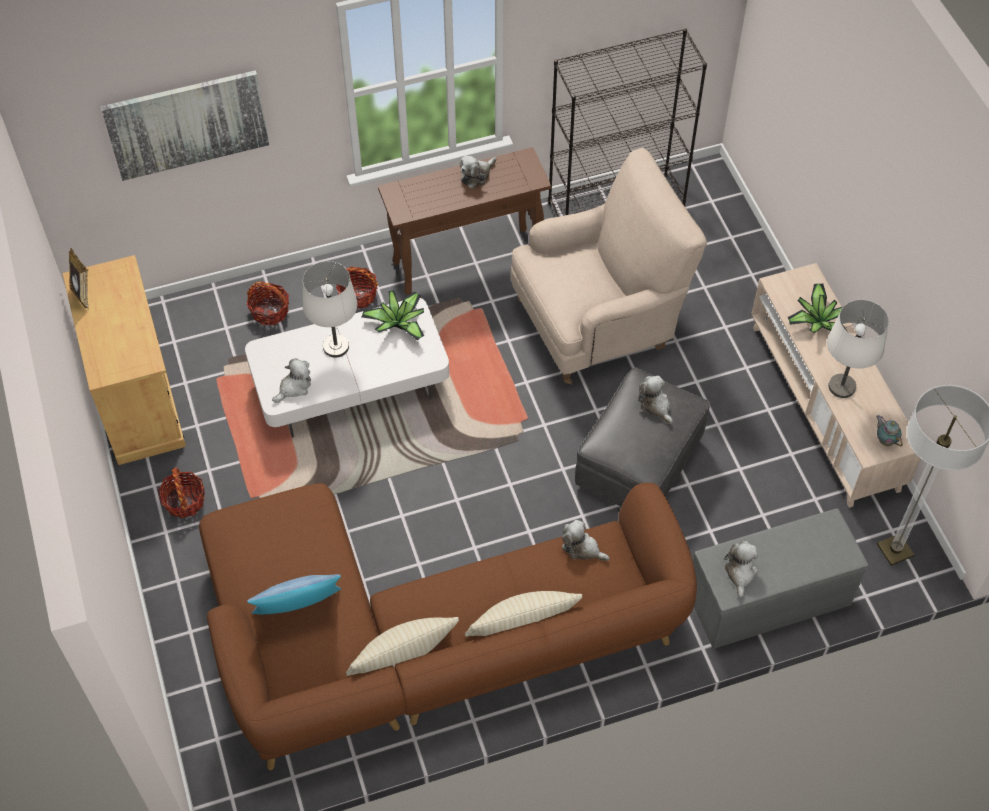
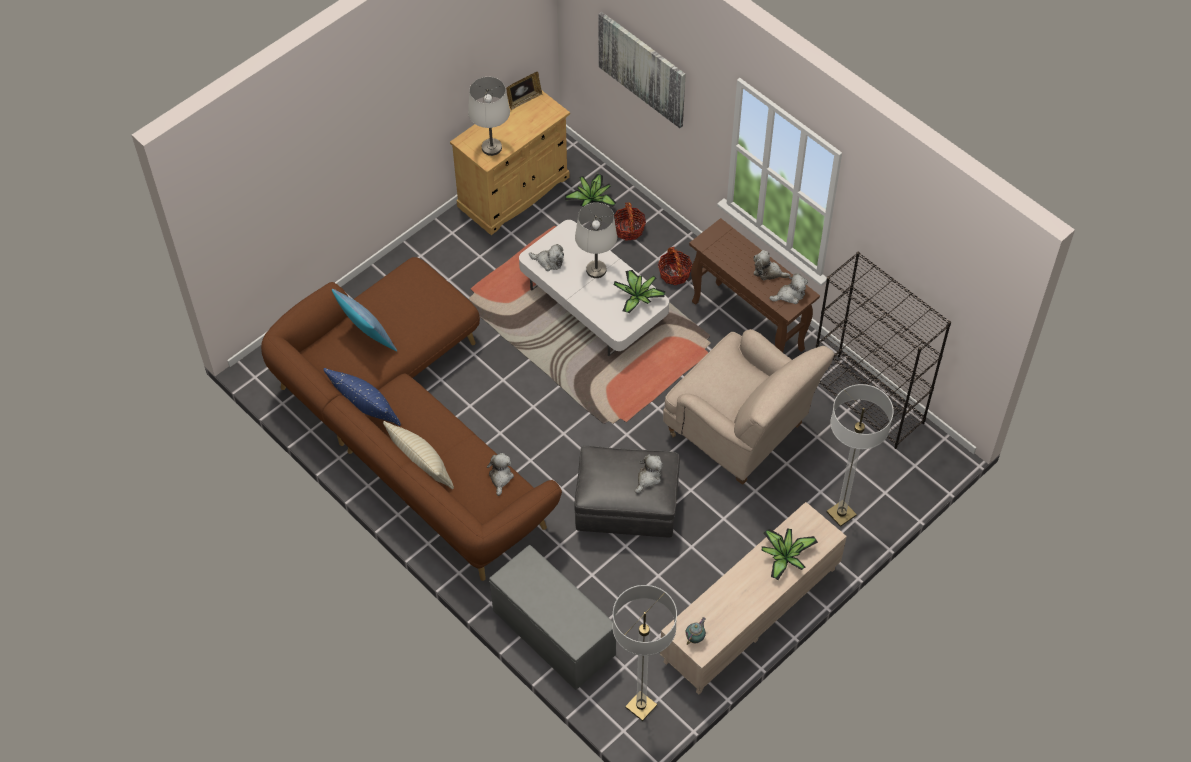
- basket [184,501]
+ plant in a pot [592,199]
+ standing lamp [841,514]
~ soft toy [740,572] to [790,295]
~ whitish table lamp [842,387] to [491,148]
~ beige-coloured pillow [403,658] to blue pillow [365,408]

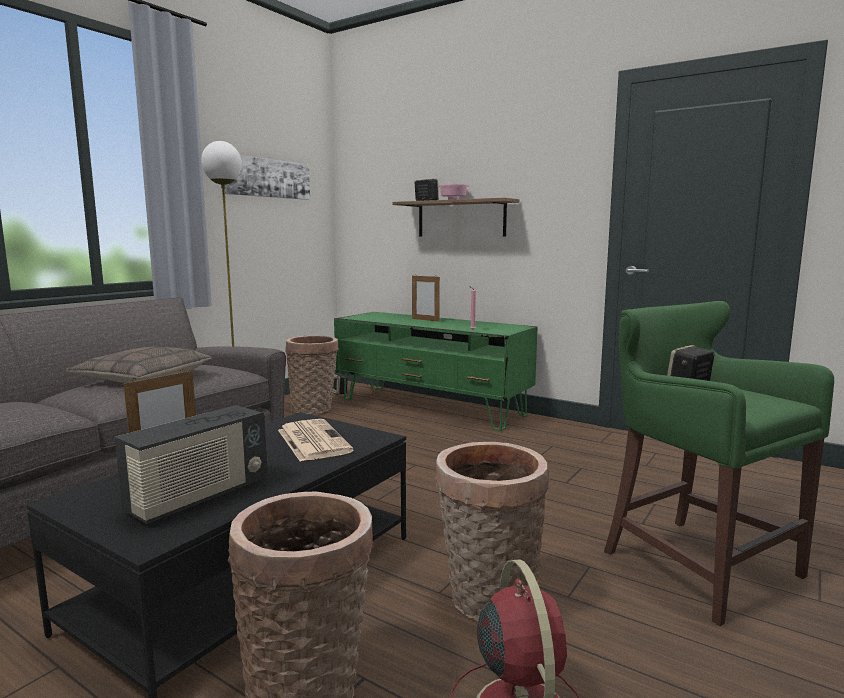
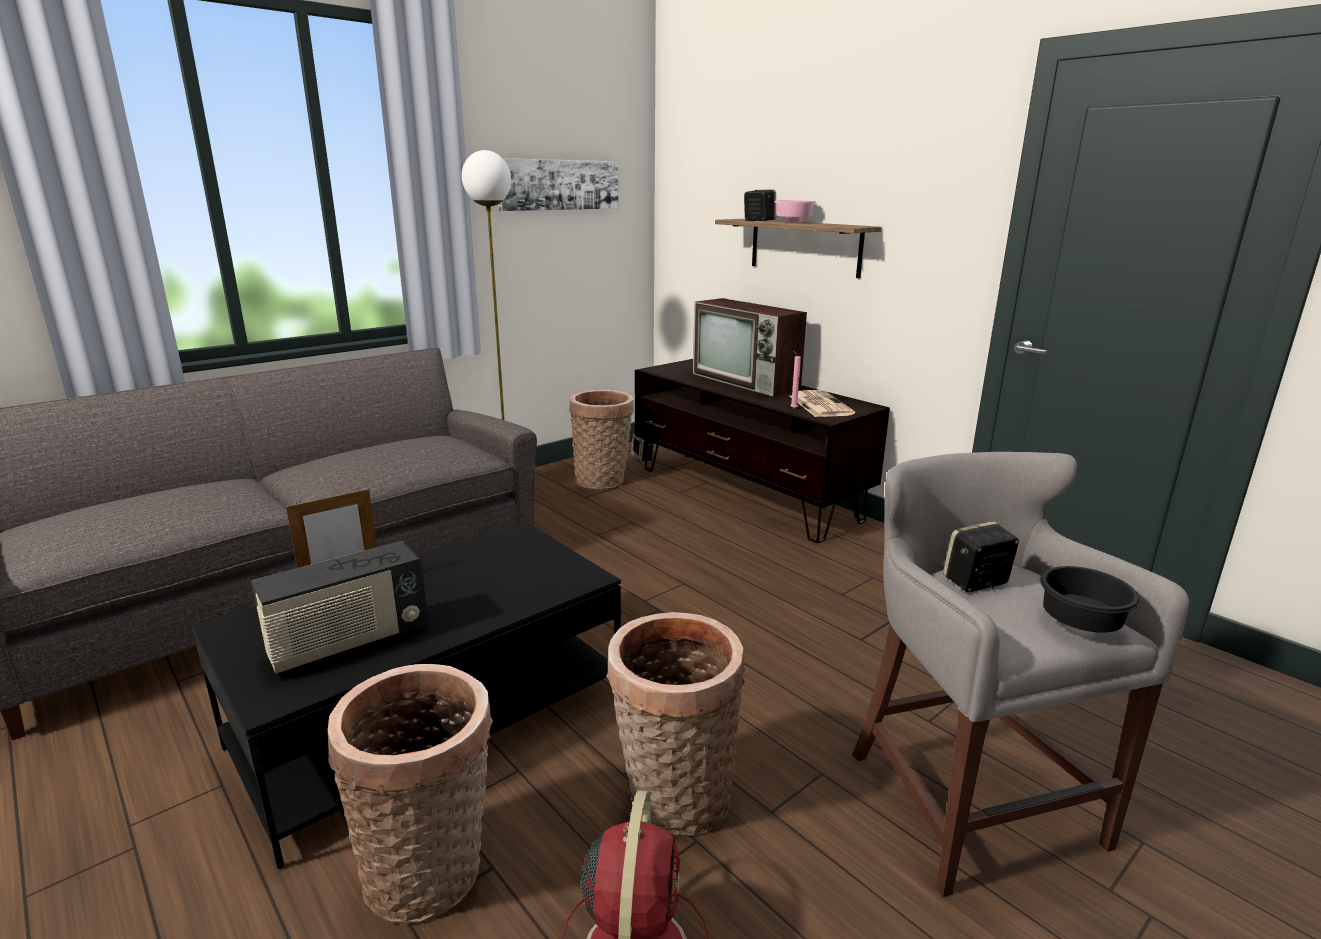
- pillow [143,377]
+ black-coloured bowl [1081,625]
~ newspaper [312,440] to [819,405]
~ photo frame [425,320] to TV set [747,382]
~ green-coloured tv unit [431,407] to brown-coloured tv unit [746,494]
~ green-coloured stool [694,562] to greyish stool [964,794]

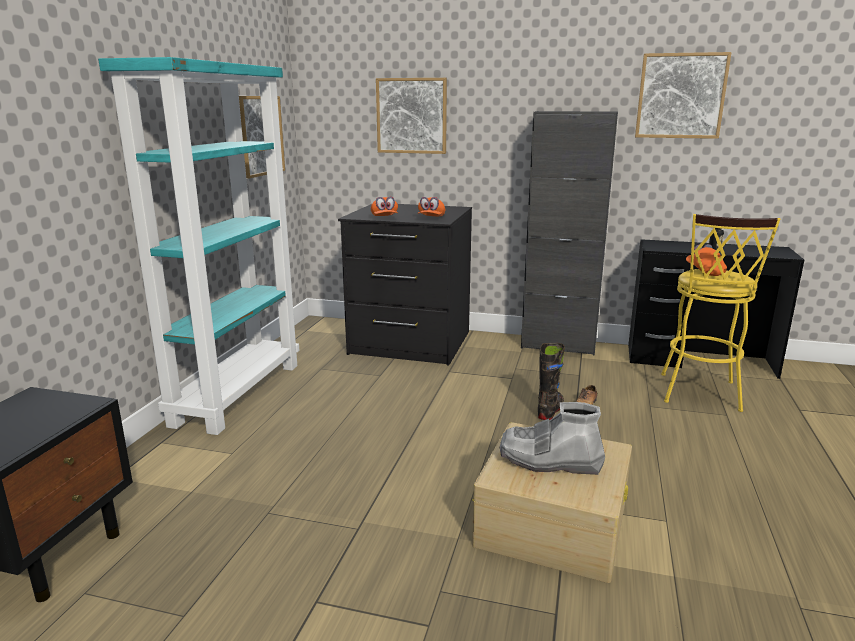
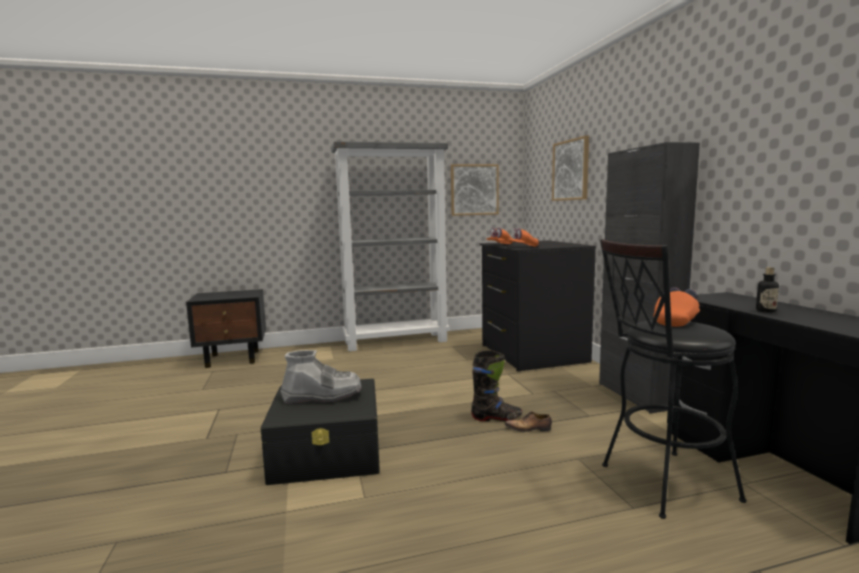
- wall picture [681,96]
~ blue-green bookcase [238,393] to greyish bookcase [396,341]
~ beige-coloured storage box [553,522] to black-coloured storage box [328,451]
~ yellowish stool [699,395] to black-coloured stool [659,483]
~ greyish tall boot [549,461] = [323,396] 105 degrees clockwise

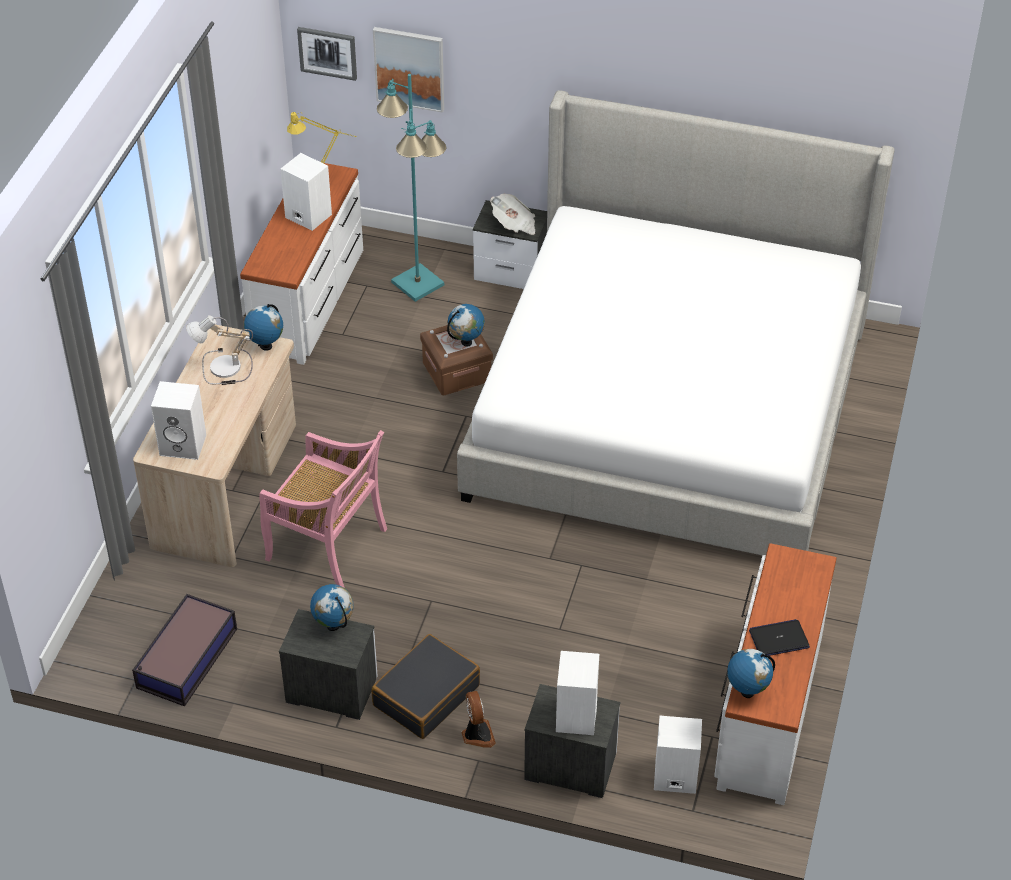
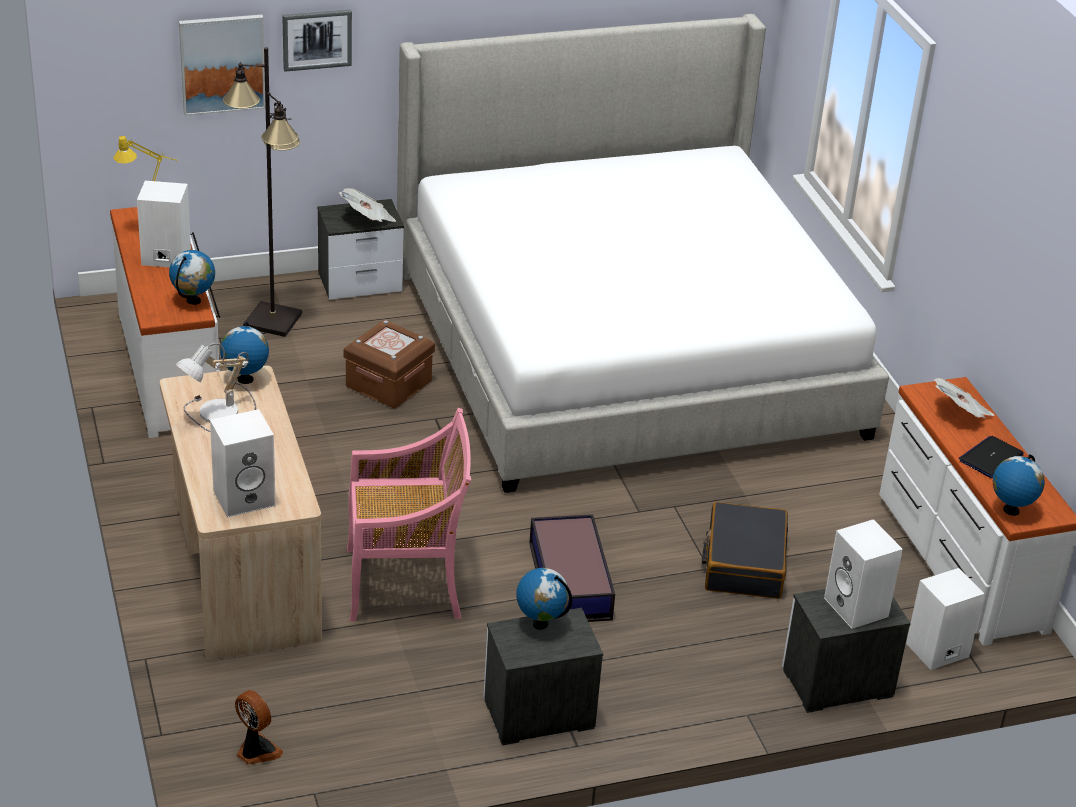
+ newspaper [961,413]
~ storage box [186,659] to [569,582]
~ wall picture [327,52] to [317,39]
~ black-coloured suitcase [426,695] to [743,563]
~ desk globe [466,342] to [193,301]
~ fan [477,735] to [256,751]
~ blue-green standing lamp [418,283] to black-coloured standing lamp [272,320]

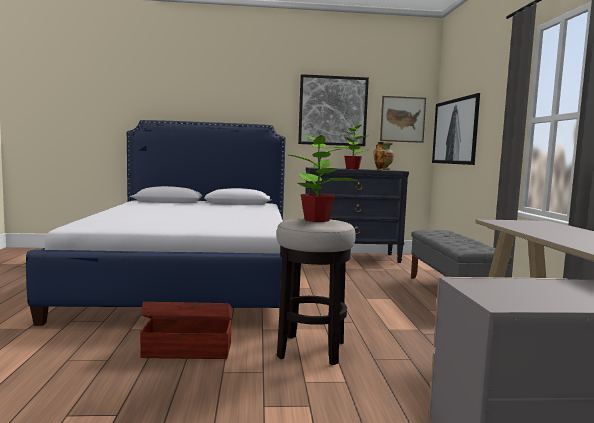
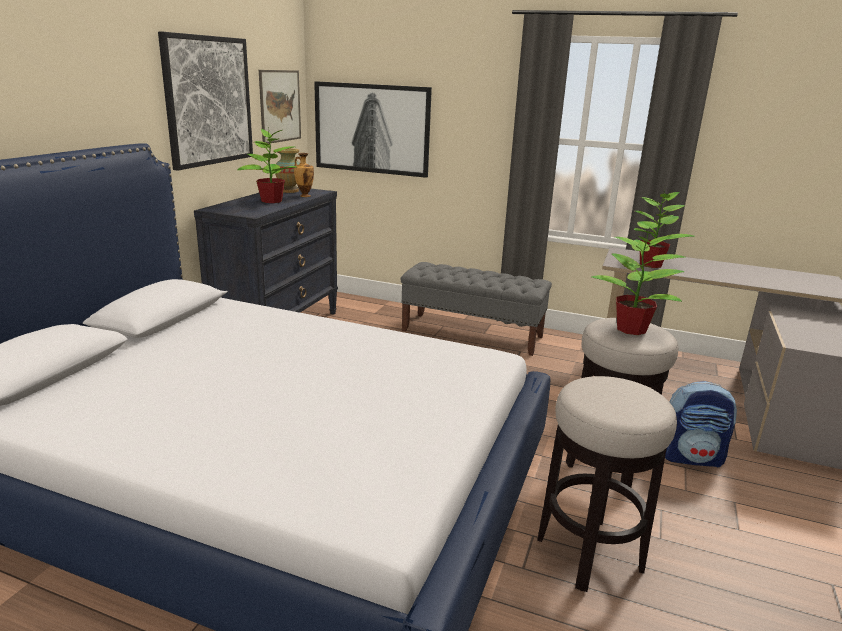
+ plant in a pot [651,264]
+ knapsack [691,457]
~ brown-coloured storage box [187,350] to stool [590,554]

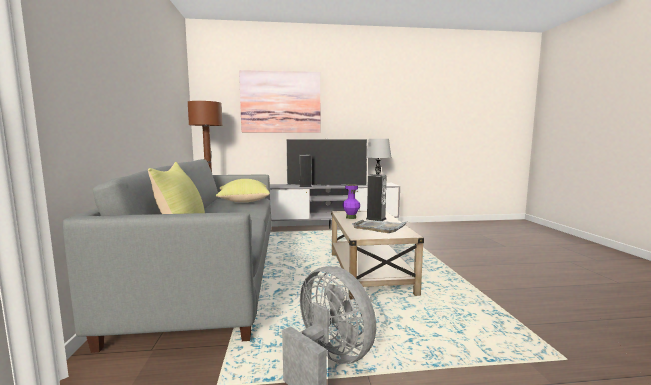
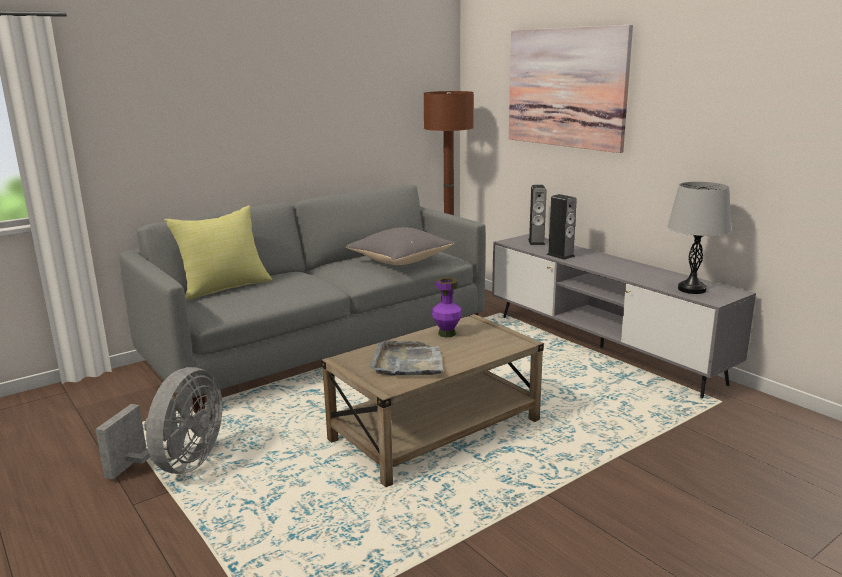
- TV set [326,185]
~ audio speaker [376,219] to [536,242]
~ yellowish pillow [243,201] to greyish pillow [400,261]

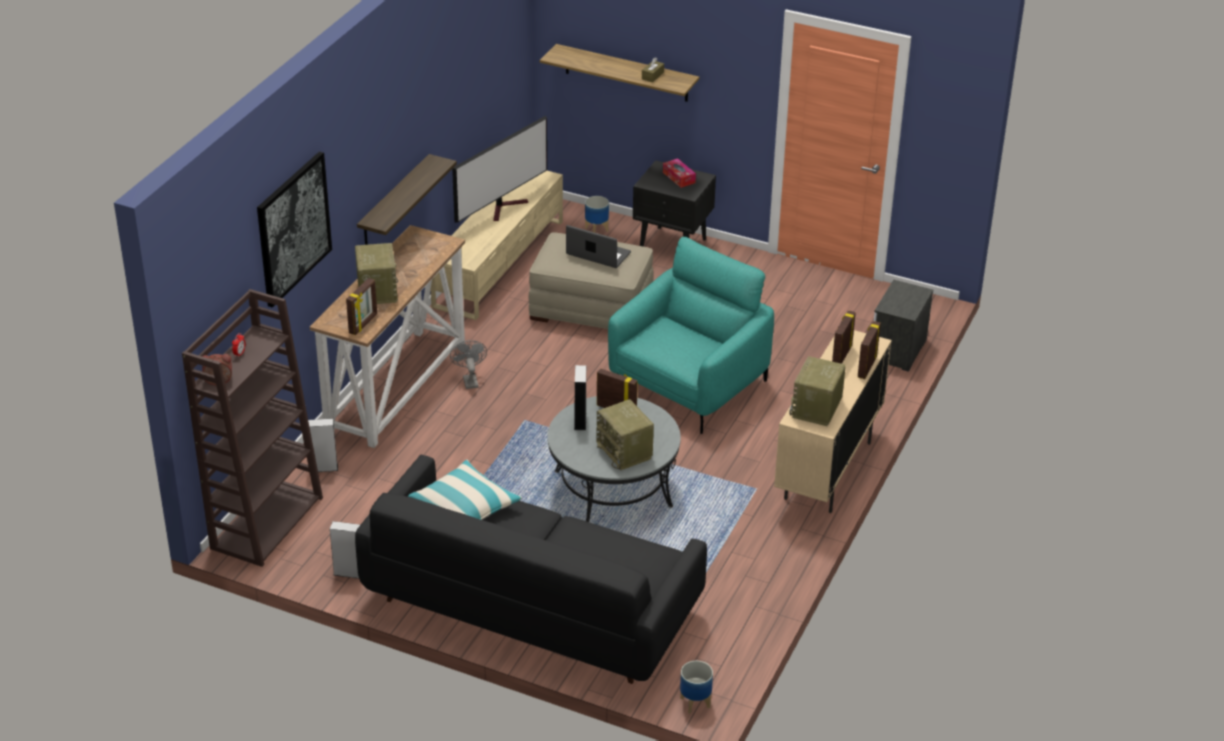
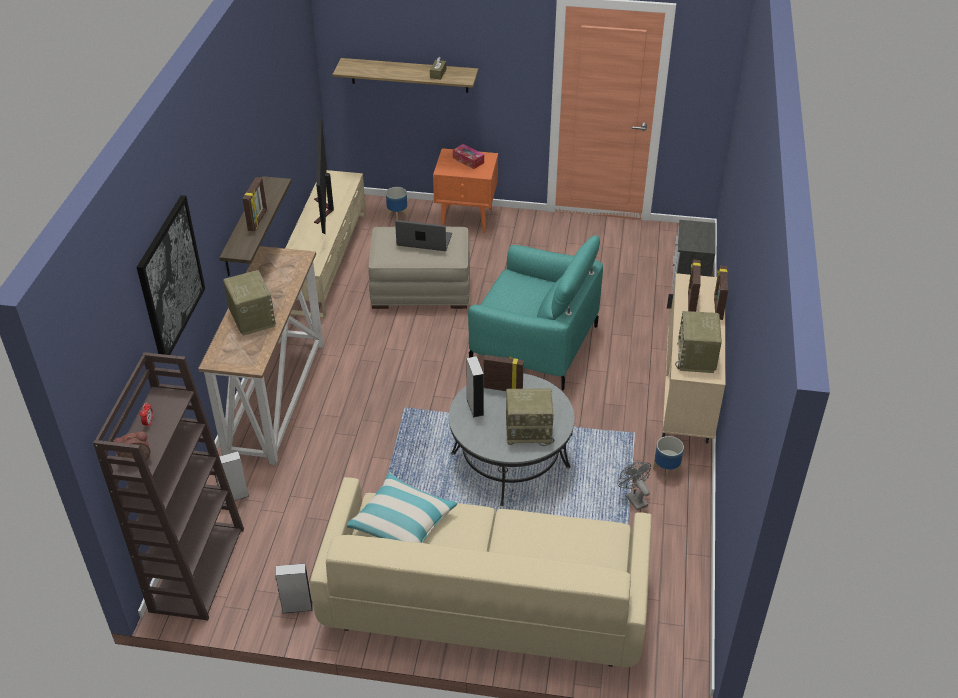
~ photo frame [363,324] to [258,220]
~ greyish fan [469,380] to [633,498]
~ plant pot [694,703] to [666,470]
~ black-coloured sofa [532,604] to beige-coloured sofa [484,600]
~ black-coloured bedside table [673,245] to orange-coloured bedside table [467,219]
~ TV set [505,207] = [324,211] 150 degrees clockwise
~ radio receiver [625,452] = [529,431] 45 degrees counterclockwise
~ blue-green lounge chair [688,385] = [533,344] 90 degrees clockwise

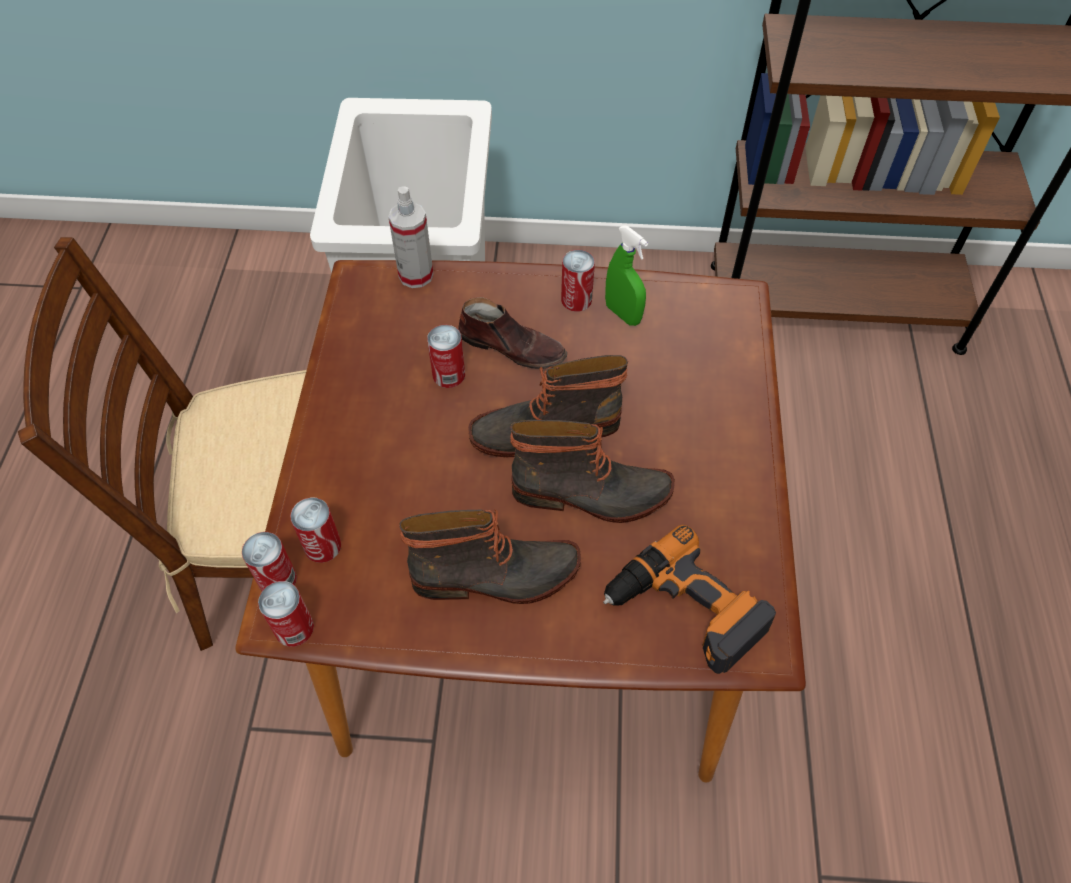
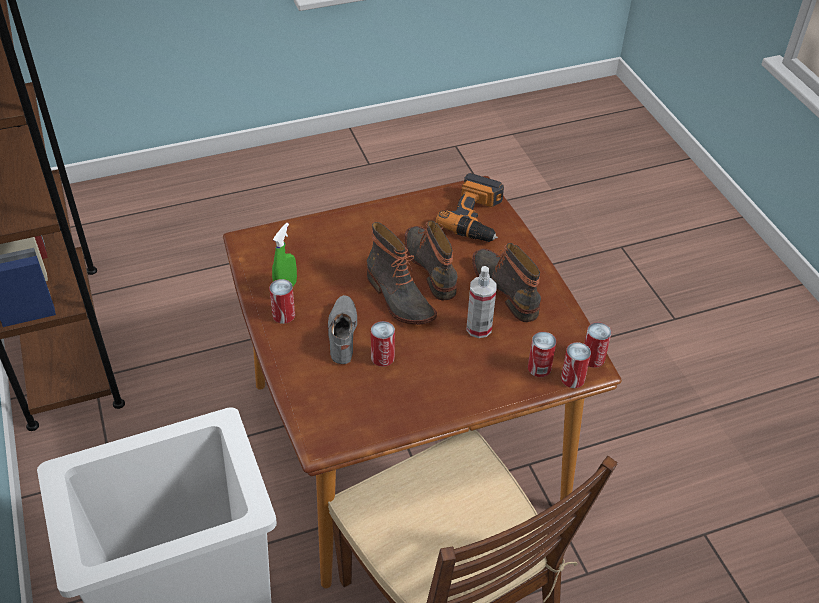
~ spray bottle [416,275] to [479,328]
~ brown-coloured low shoe [512,347] to greyish low shoe [342,333]

